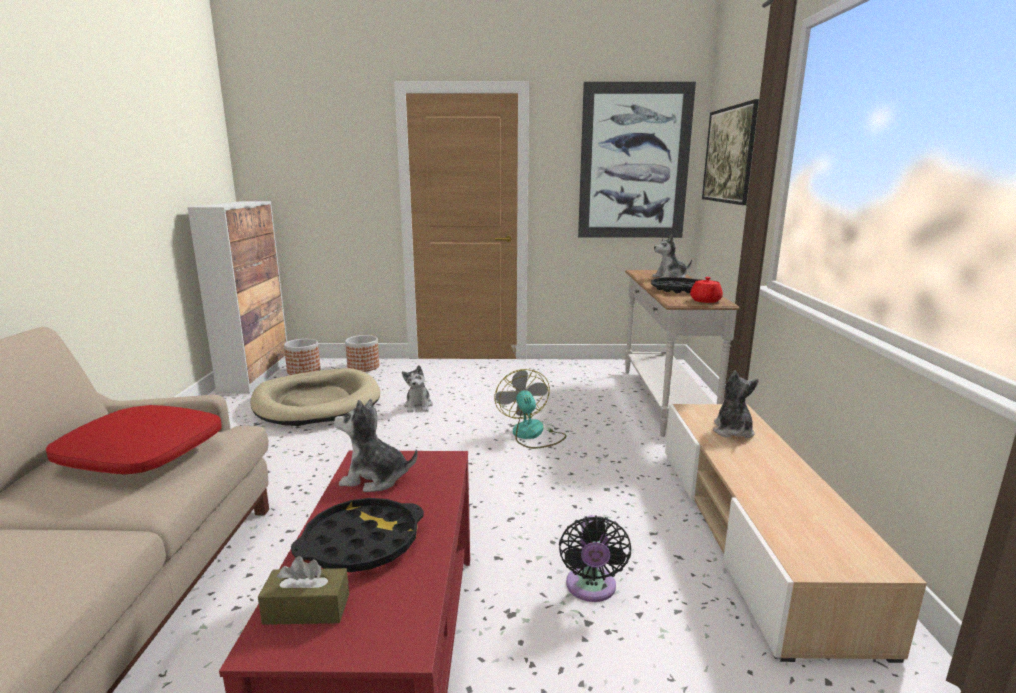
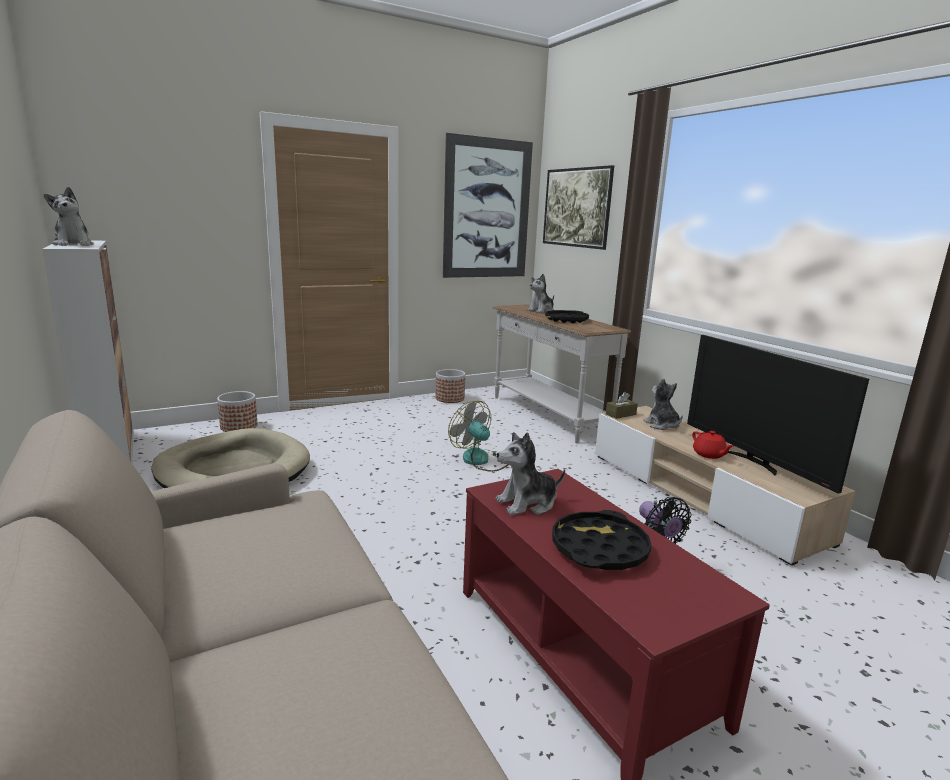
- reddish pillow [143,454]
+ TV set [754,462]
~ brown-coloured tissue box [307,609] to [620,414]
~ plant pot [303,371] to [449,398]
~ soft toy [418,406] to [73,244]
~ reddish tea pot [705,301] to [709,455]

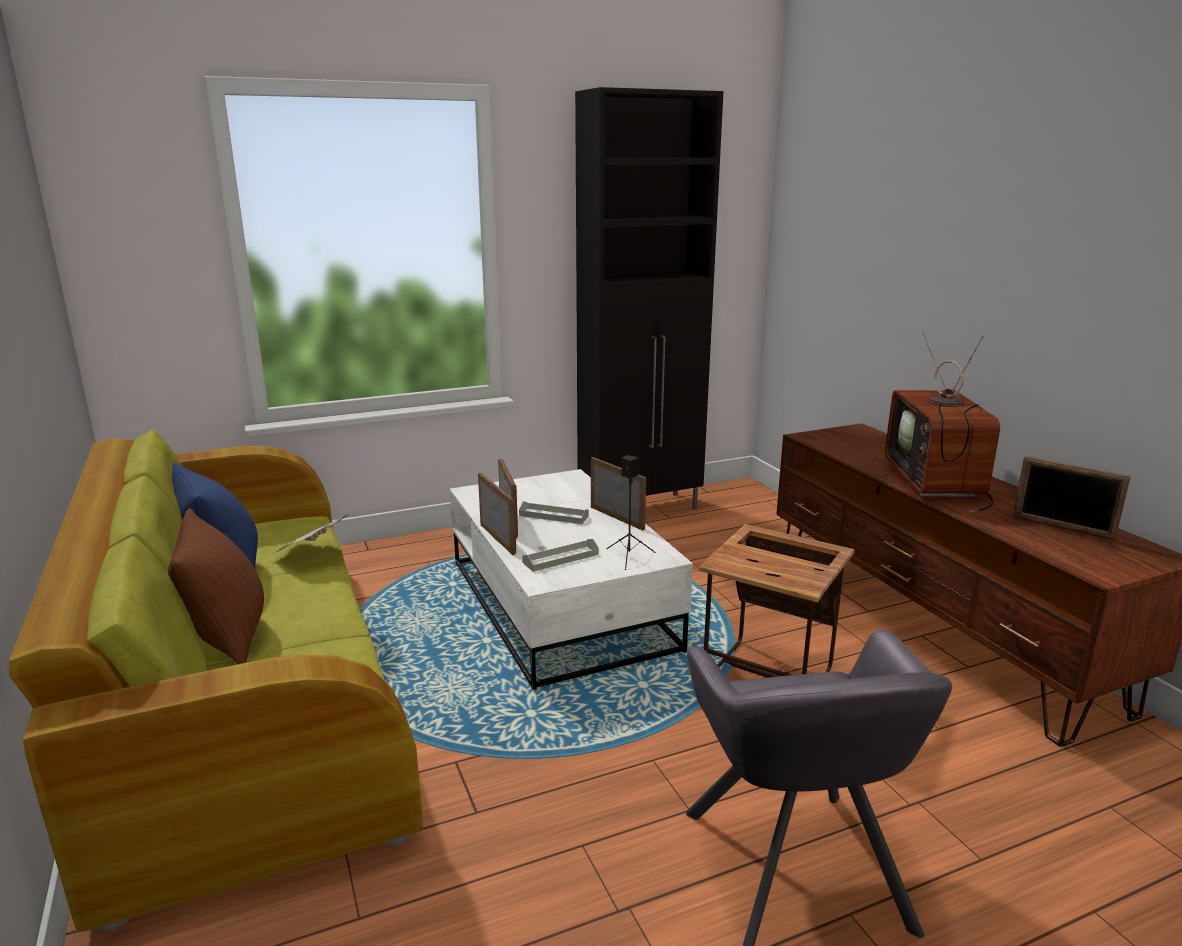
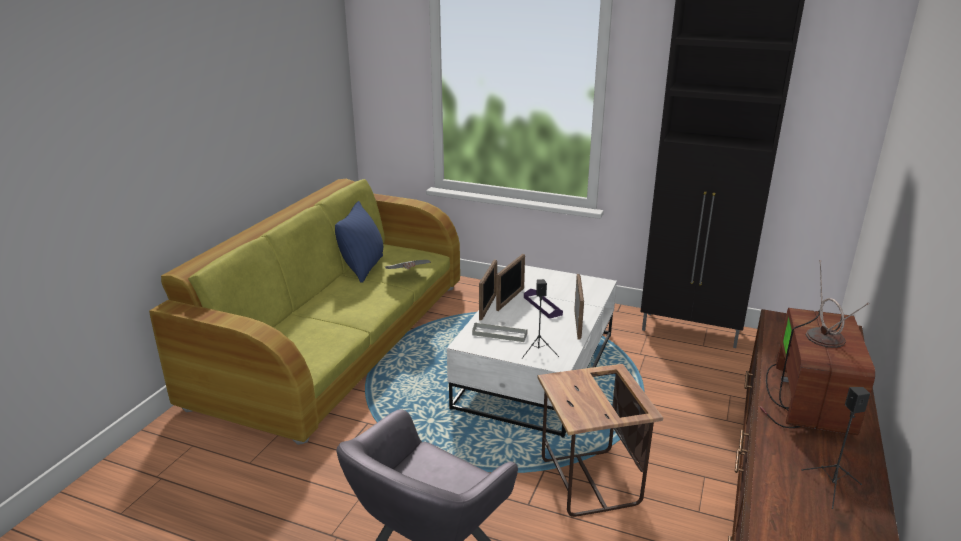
- brown-coloured pillow [227,637]
~ photo frame [1062,528] to black-coloured audio speaker [832,487]
~ greyish carrying tray [554,516] to purple carrying tray [542,306]
~ TV set [938,483] = [806,401] 150 degrees clockwise

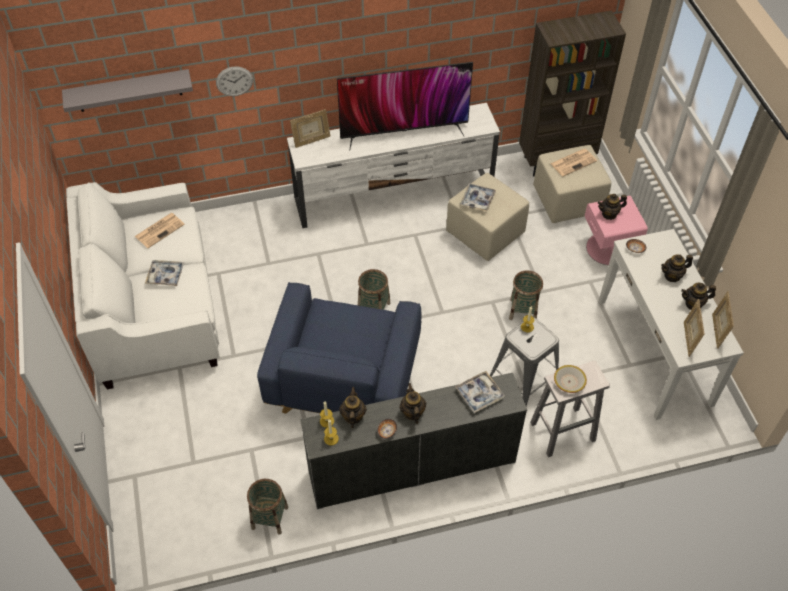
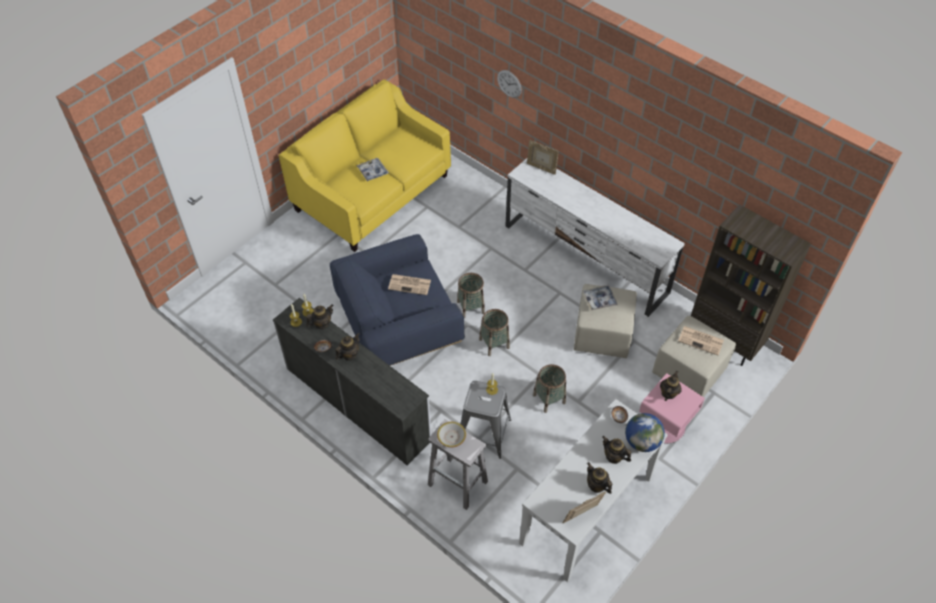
- greyish shelf [129,91]
- TV set [404,131]
- carrying tray [479,394]
- photo frame [688,339]
+ desk globe [641,441]
~ newspaper [160,230] to [410,284]
~ basket [270,517] to [494,343]
~ whitish sofa [154,307] to yellowish sofa [372,192]
~ tea pot [609,214] = [668,393] 75 degrees clockwise

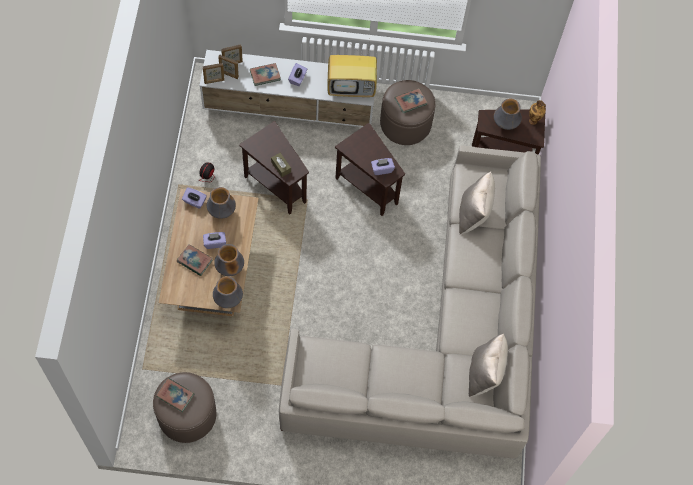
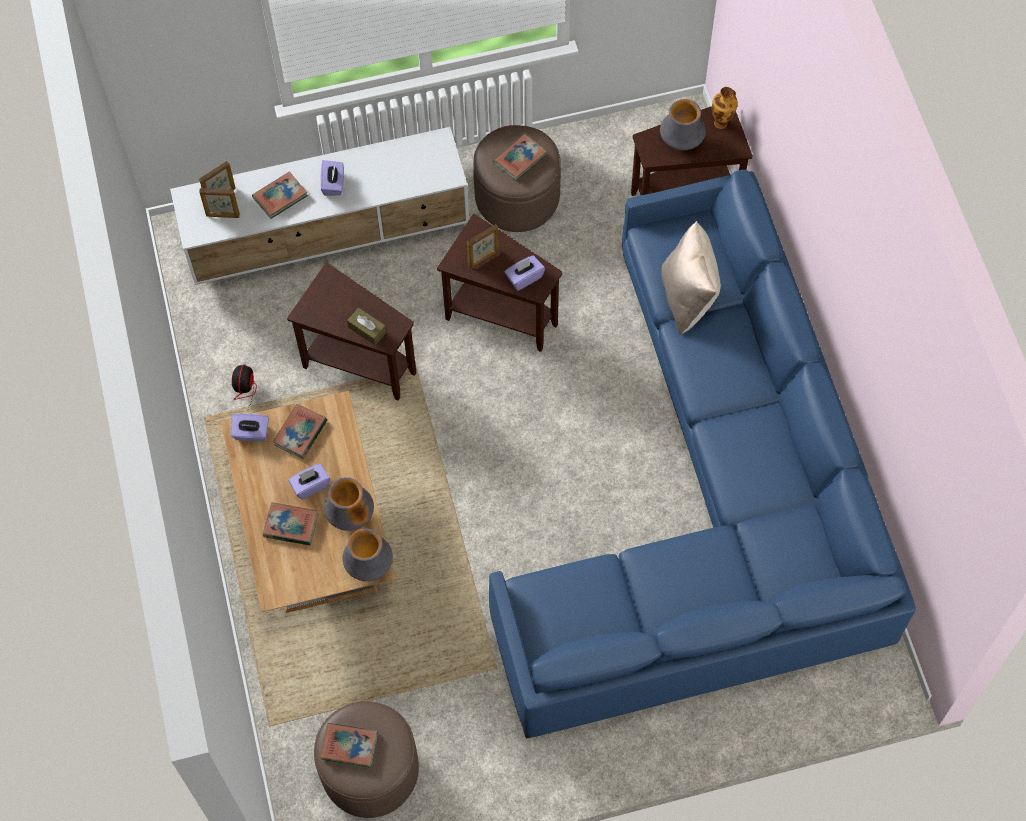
- TV set [352,87]
- beige-coloured pillow [484,374]
~ photo frame [214,81] to [483,258]
~ decorative vase [221,211] to bound book [300,433]
~ beige-coloured sofa [443,338] to blue sofa [711,504]

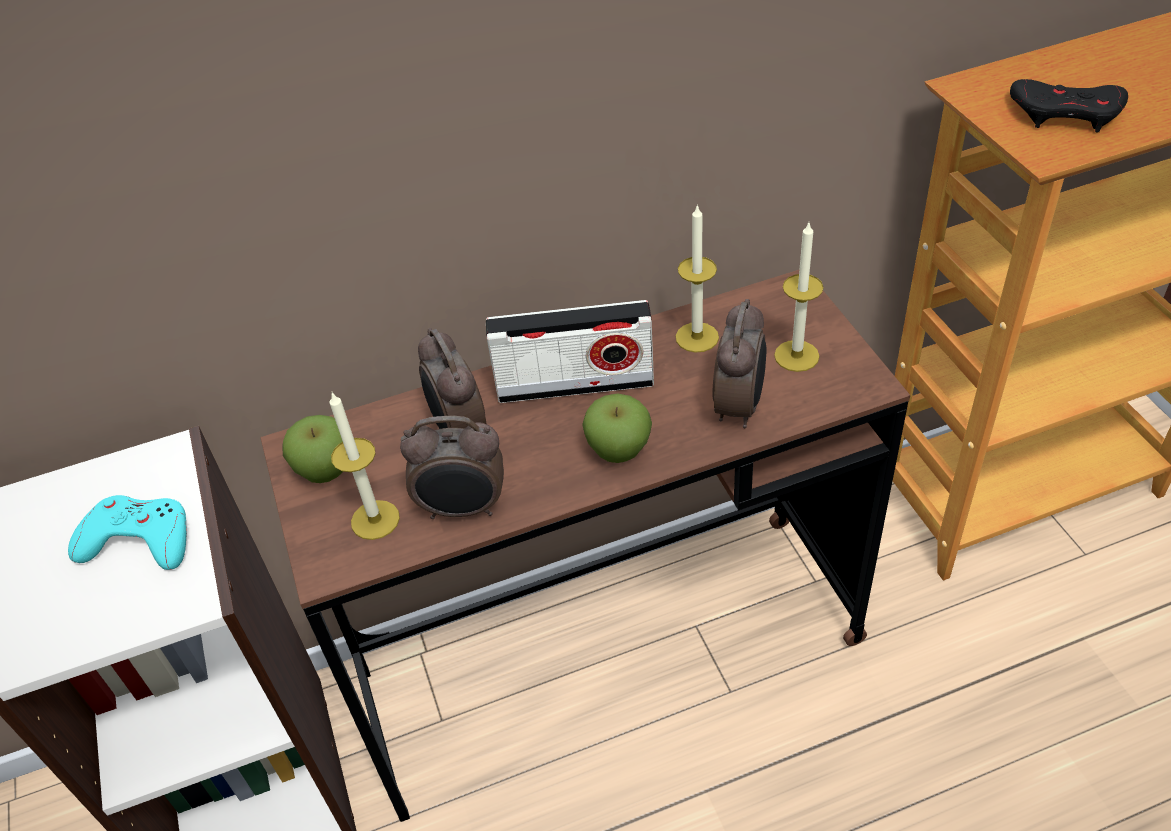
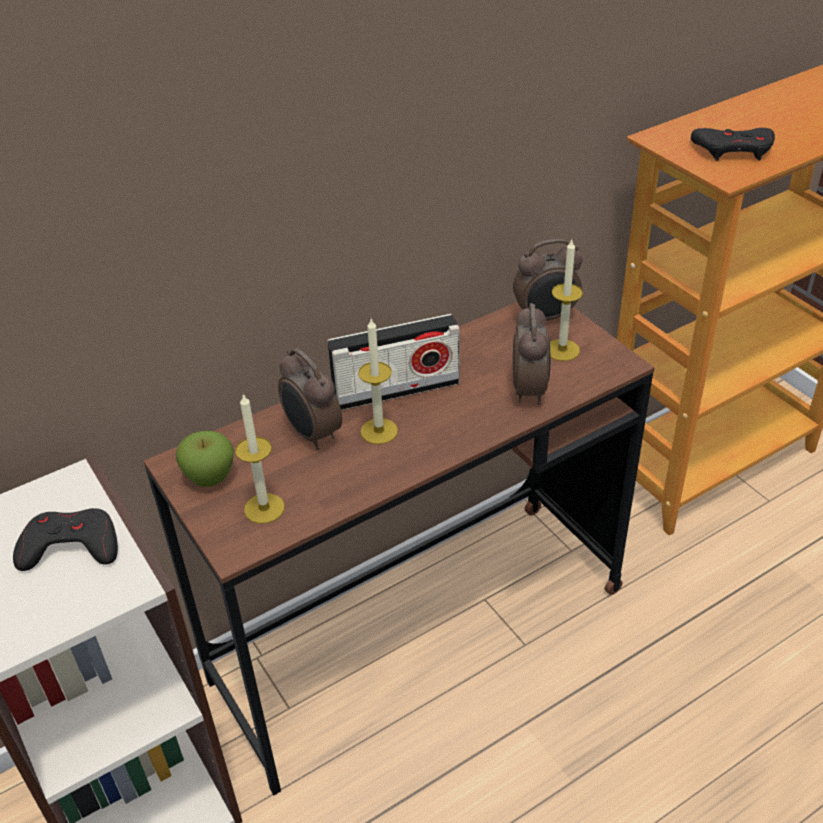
- apple [619,451]
~ alarm clock [463,509] to [546,318]
~ wax candle [697,337] to [379,431]
~ blue-green joypad [138,540] to black-coloured joypad [70,546]

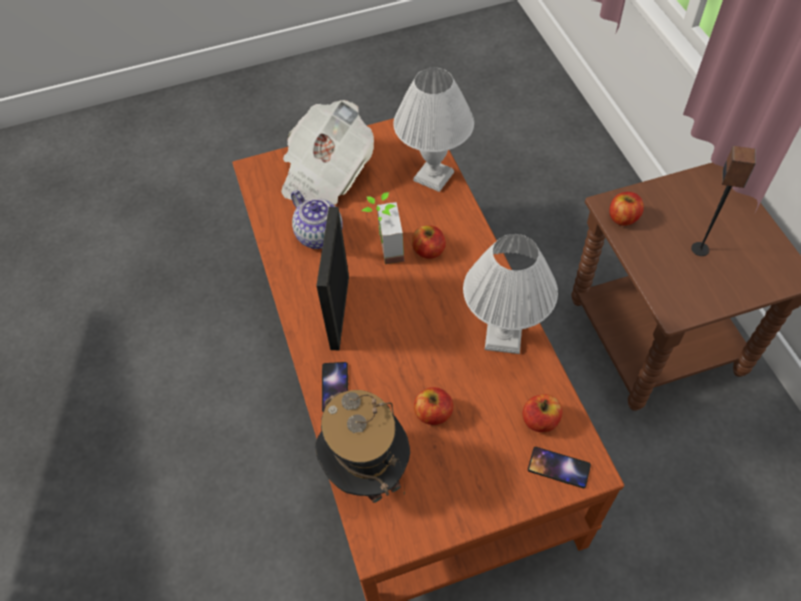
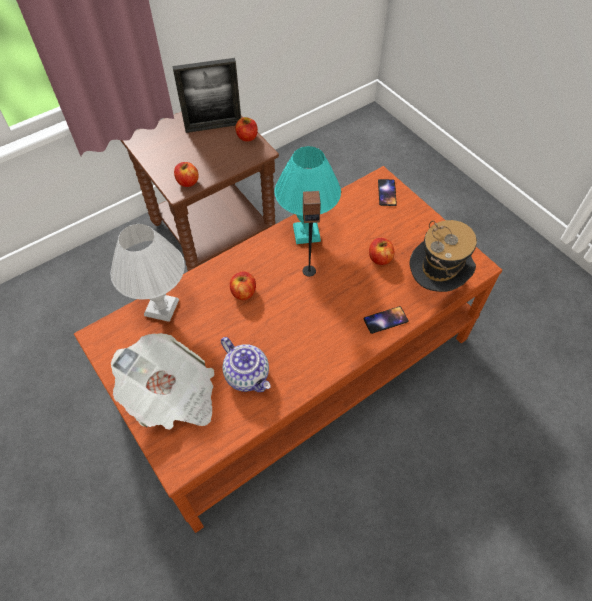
- plant in a pot [383,248]
~ photo frame [340,312] to [213,126]
~ apple [540,420] to [247,137]
~ audio speaker [700,249] to [309,270]
~ whitish table lamp [504,338] to blue-green table lamp [307,233]
~ tea pot [320,235] = [248,375] 105 degrees clockwise

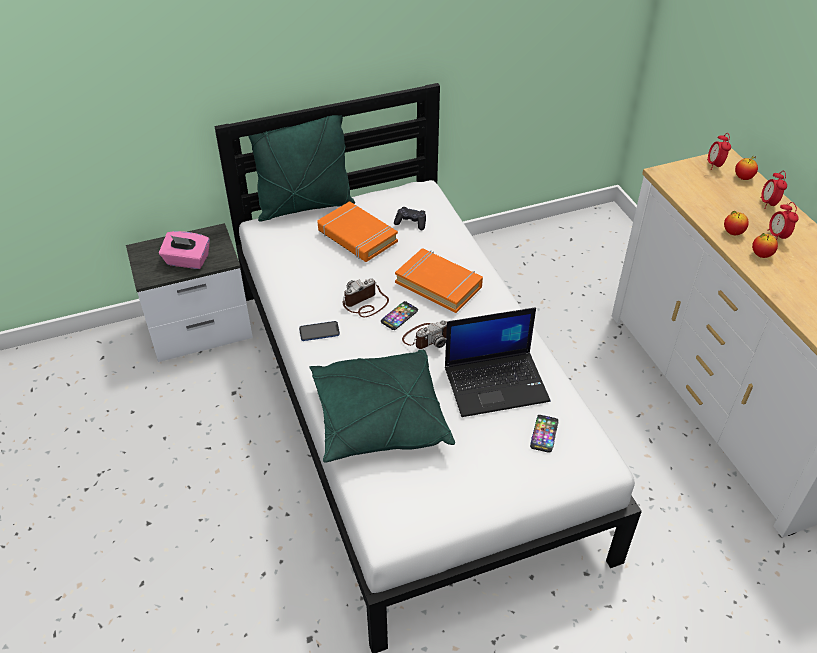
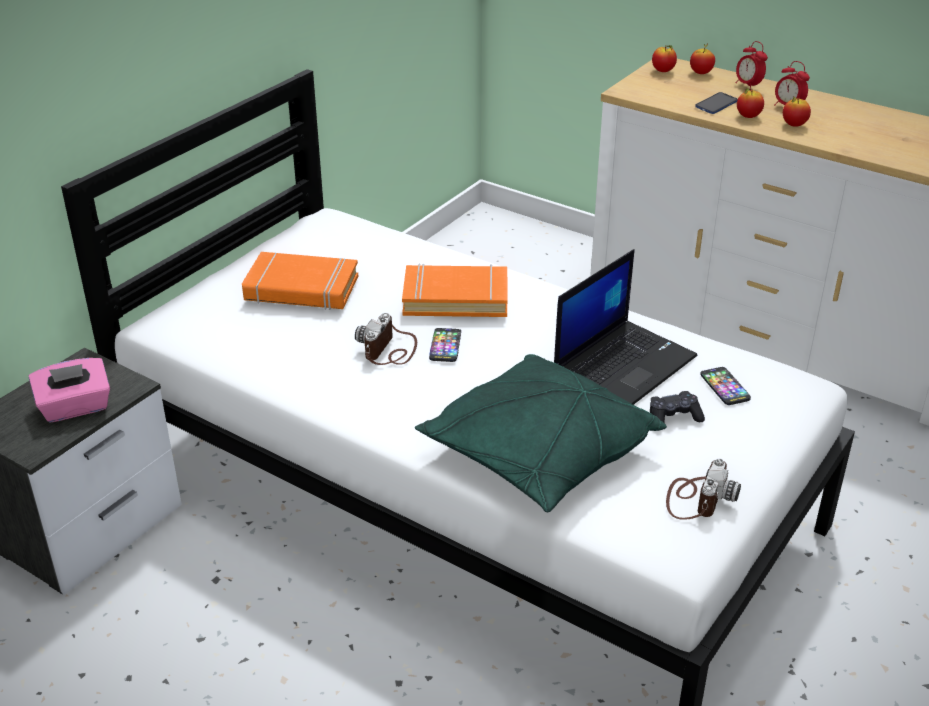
- green-coloured pillow [305,206]
~ telephone [319,332] to [716,104]
~ black-coloured joypad [411,222] to [673,418]
~ still camera [426,337] to [697,498]
~ alarm clock [714,165] to apple [663,71]

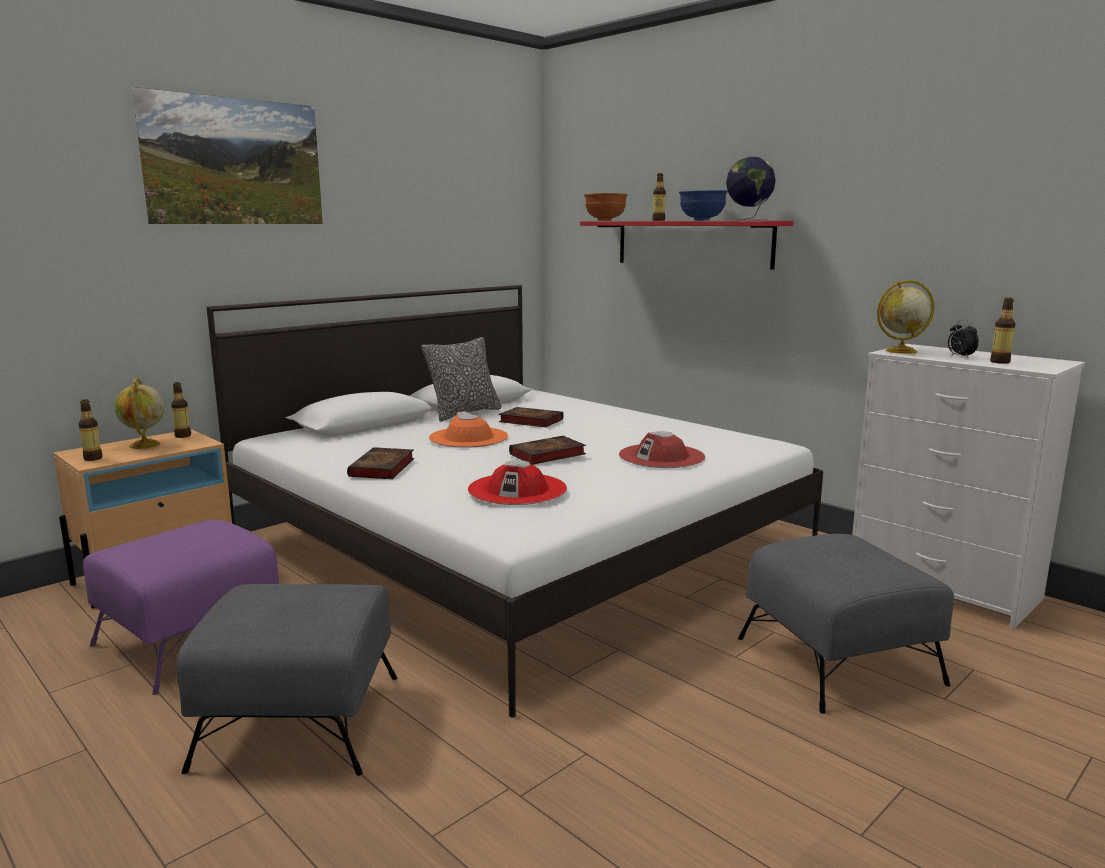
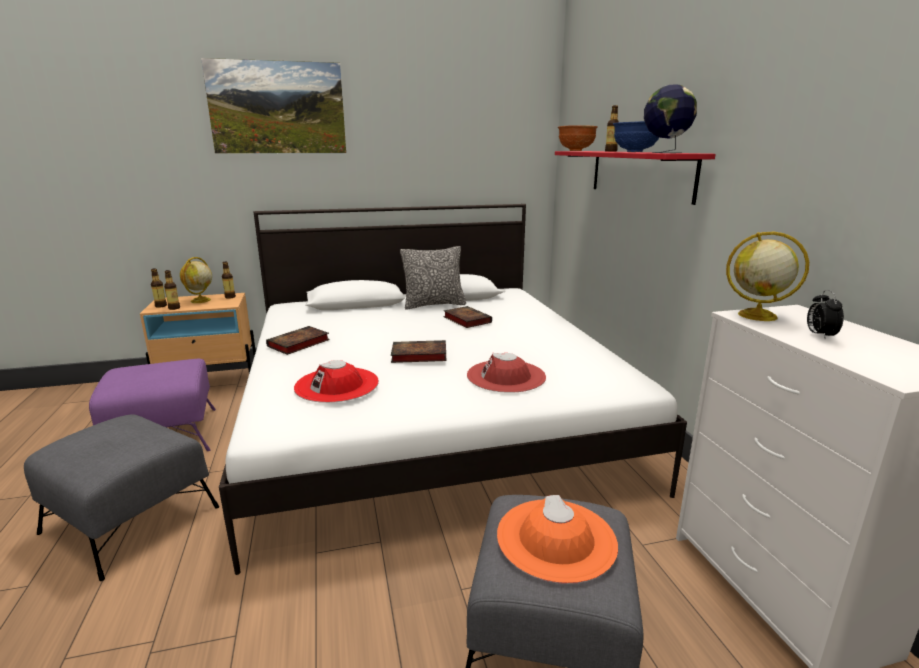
~ orange-coloured hat [468,437] to [556,539]
~ drink bottle [999,362] to [174,308]

